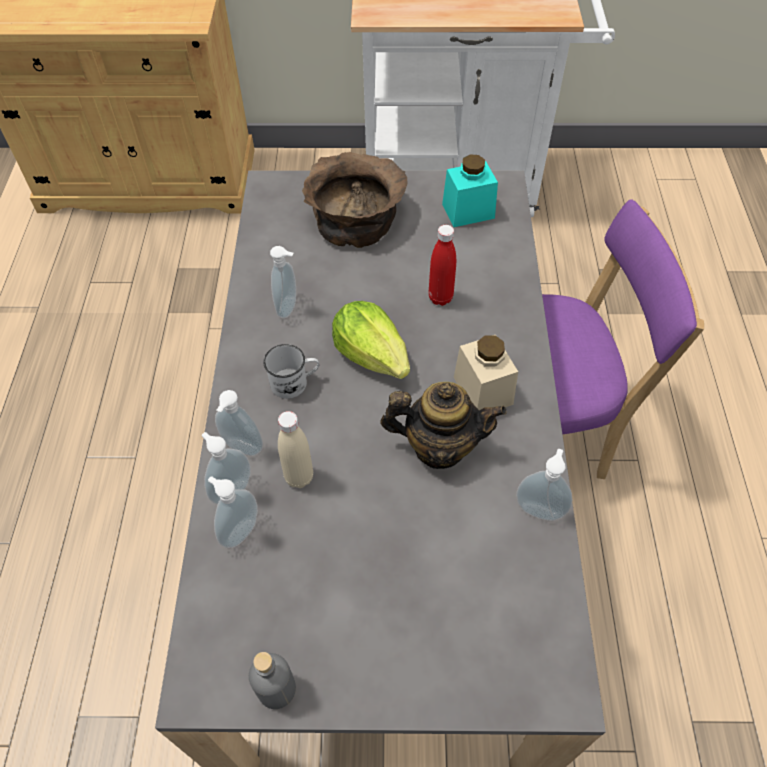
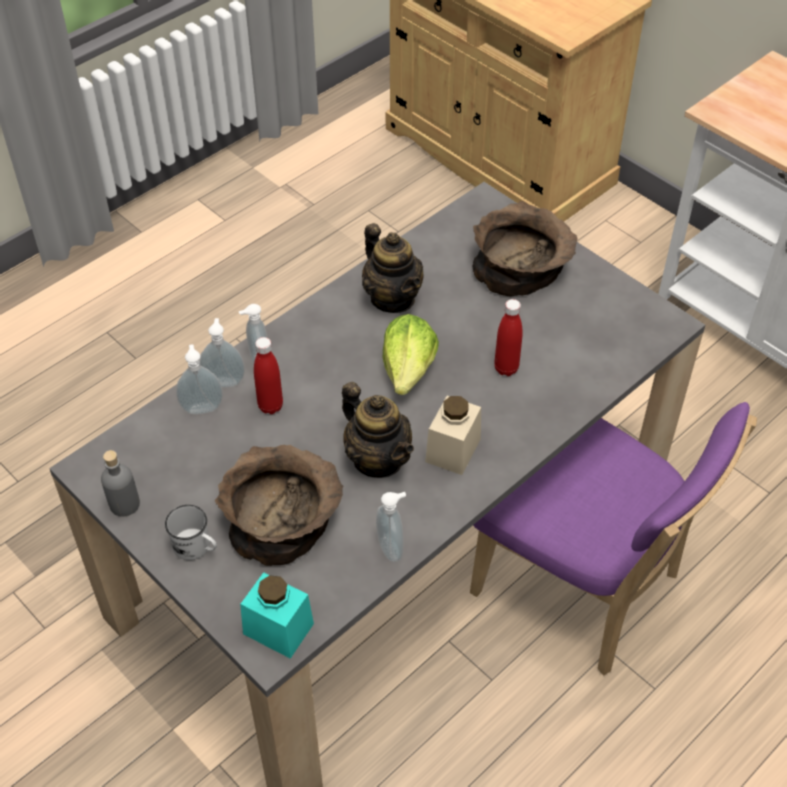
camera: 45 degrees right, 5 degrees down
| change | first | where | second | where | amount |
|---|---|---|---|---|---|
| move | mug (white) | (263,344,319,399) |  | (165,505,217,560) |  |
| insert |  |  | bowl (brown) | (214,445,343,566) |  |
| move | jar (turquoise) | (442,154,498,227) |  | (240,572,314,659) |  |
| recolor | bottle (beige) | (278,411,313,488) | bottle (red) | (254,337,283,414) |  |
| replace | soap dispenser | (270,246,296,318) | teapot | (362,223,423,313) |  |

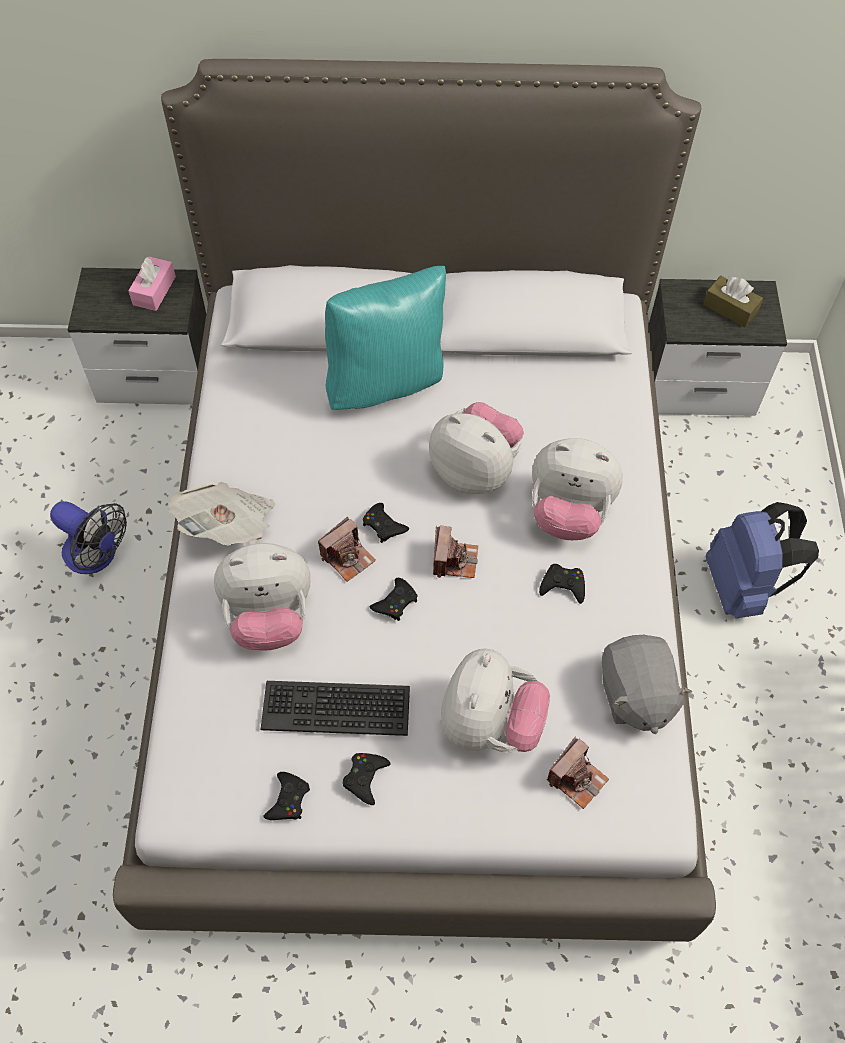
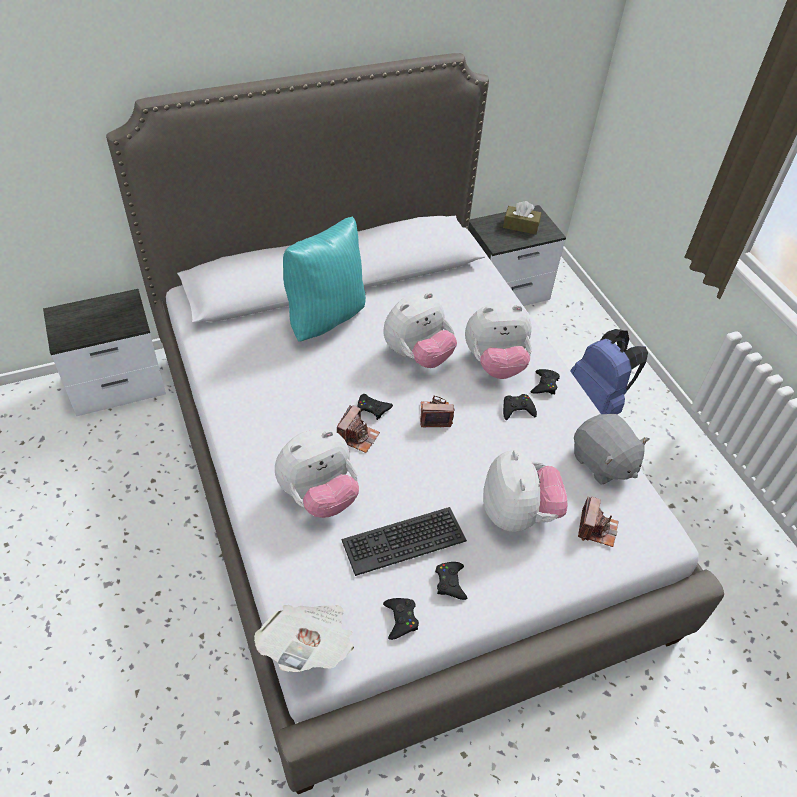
camera: 25 degrees left, 10 degrees down
| change | first | where | second | where | amount |
|---|---|---|---|---|---|
| move | newspaper | (168,482,275,545) |  | (254,605,354,672) |  |
| rotate | plush toy | (429,402,524,494) |  | (384,292,457,368) | 135 degrees clockwise |
| rotate | photo camera | (433,525,478,578) |  | (420,396,455,427) | 75 degrees counterclockwise |
| move | game controller (black) | (369,578,417,621) |  | (531,369,560,394) |  |
| delete | fan | (50,501,127,574) |  |  |  |
| delete | tissue box (pink) | (128,256,176,311) |  |  |  |

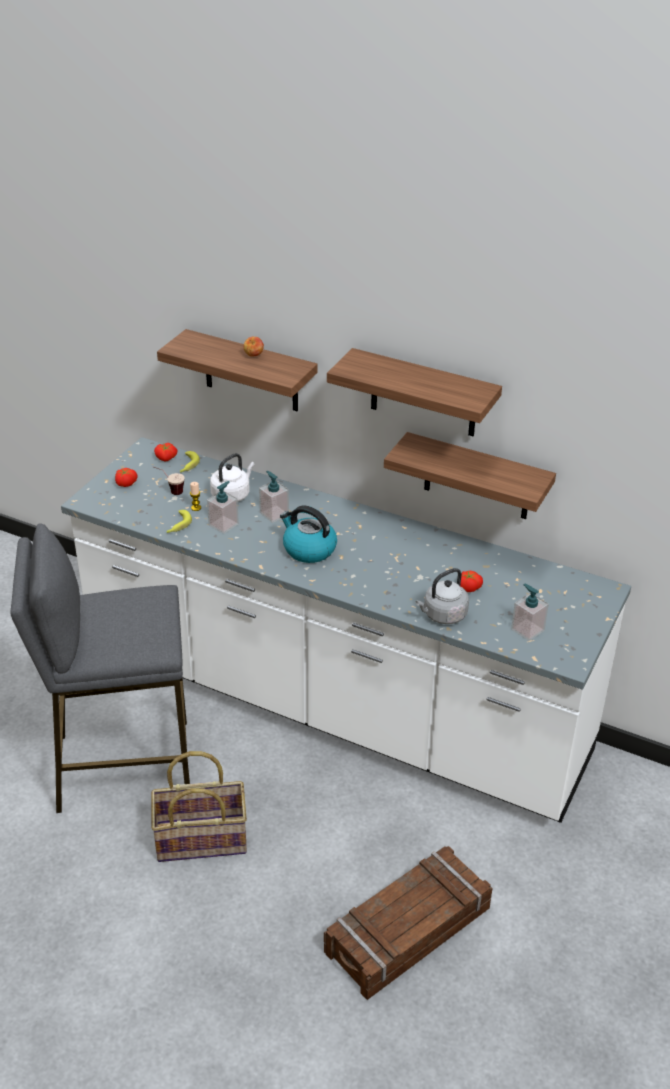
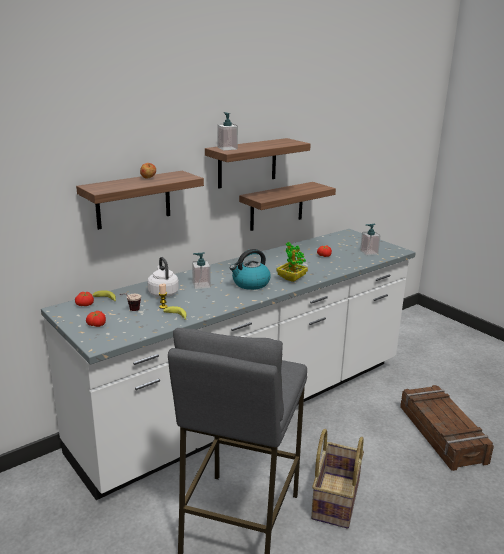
camera: 65 degrees left, 15 degrees down
| change | first | where | second | where | amount |
|---|---|---|---|---|---|
| move | soap dispenser | (207,481,239,534) |  | (217,112,238,150) |  |
| insert |  |  | potted plant | (277,242,308,282) |  |
| delete | kettle (grey) | (415,568,469,624) |  |  |  |

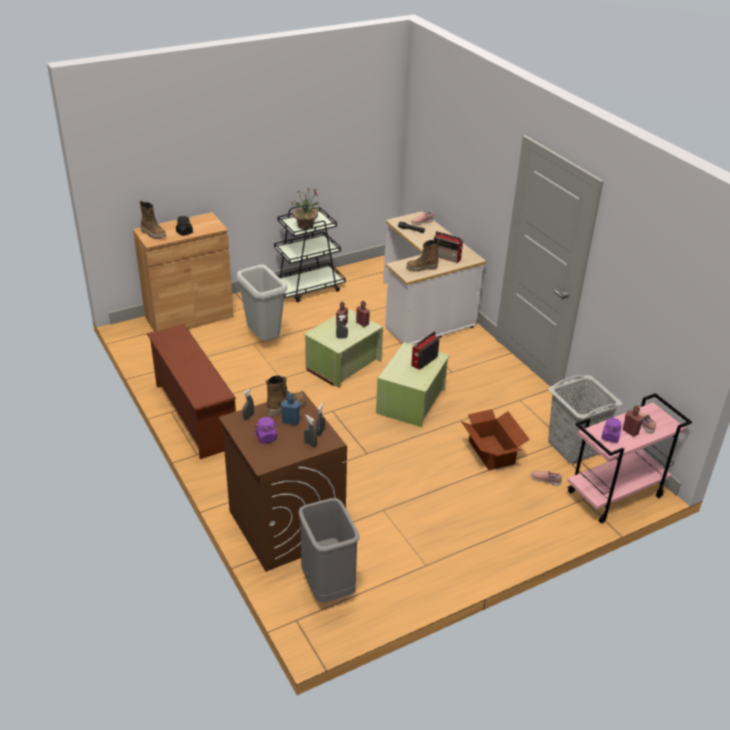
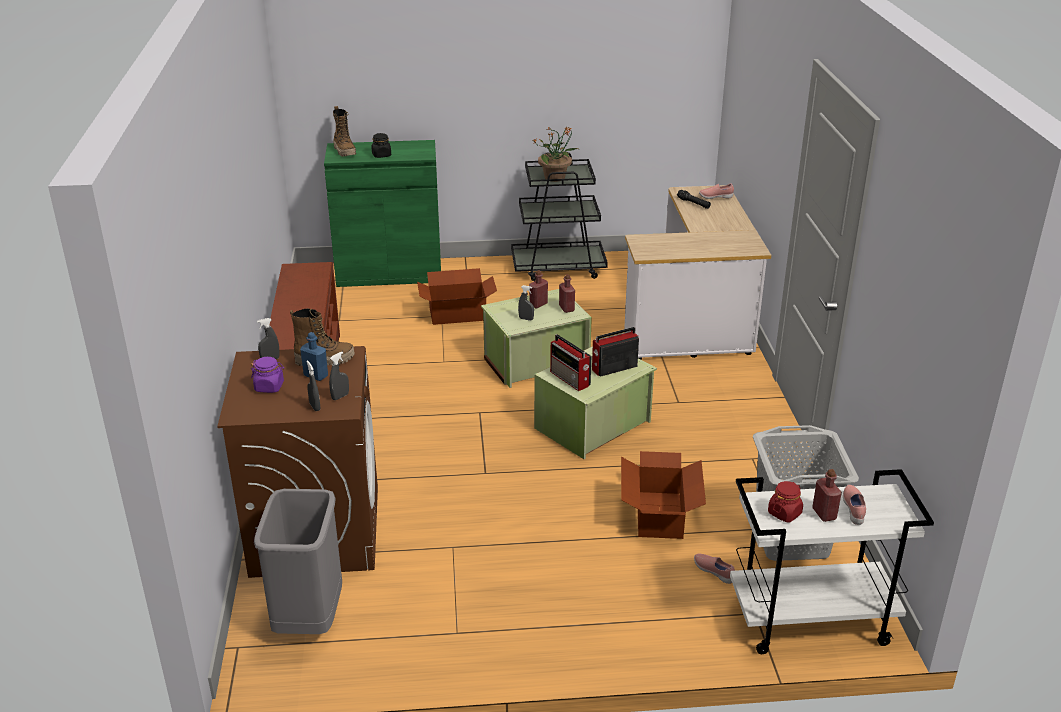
camera: 25 degrees right, 5 degrees down
| change | first | where | second | where | amount |
|---|---|---|---|---|---|
| recolor | cabinet (brown) | (133,212,234,332) | cabinet (green) | (324,140,441,287) |  |
| replace | trash can (grey) | (236,265,287,341) | cardboard box | (417,268,497,325) |  |
| move | radio | (434,231,463,263) |  | (550,334,591,391) |  |
| recolor | cart (pink) | (567,393,692,523) | cart (white) | (730,469,934,654) |  |
| recolor | jar (purple) | (601,418,621,443) | jar (red) | (768,481,803,522) |  |
| delete | boot | (406,239,440,272) |  |  |  |

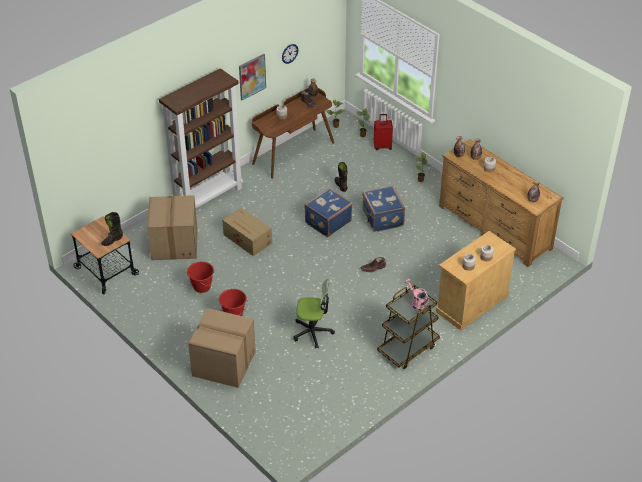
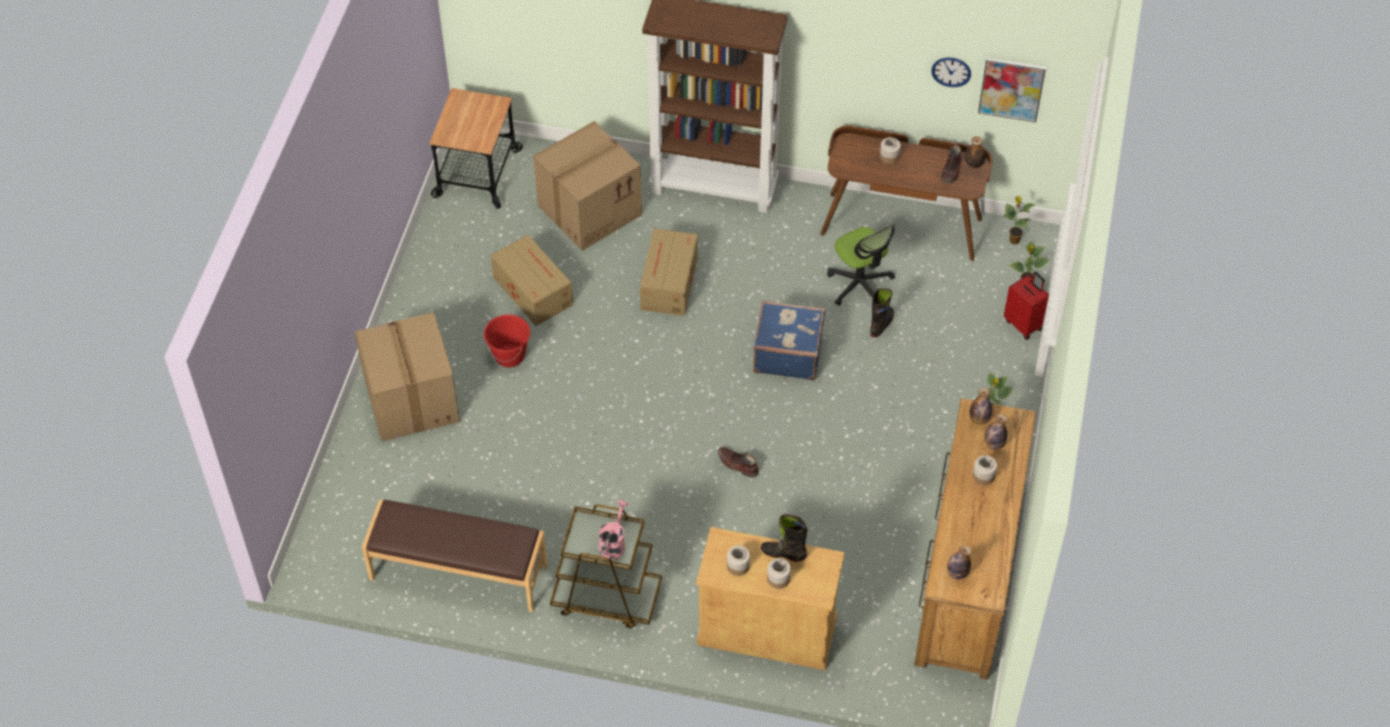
camera: 55 degrees right, 10 degrees up
| change | first | where | second | where | amount |
|---|---|---|---|---|---|
| insert |  |  | bench (brown) | (362,500,547,612) |  |
| replace | bucket (red) | (187,262,214,293) | cardboard box | (491,235,573,326) |  |
| move | boot (black) | (101,212,123,246) |  | (761,514,808,562) |  |
| move | office chair | (294,279,335,348) |  | (827,223,895,306) |  |
| move | picture | (239,54,266,100) |  | (978,58,1046,122) |  |
| delete | suitcase (blue) | (363,186,405,232) |  |  |  |

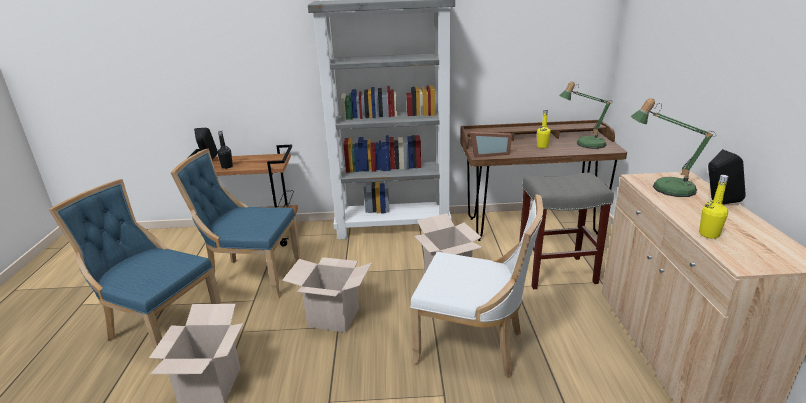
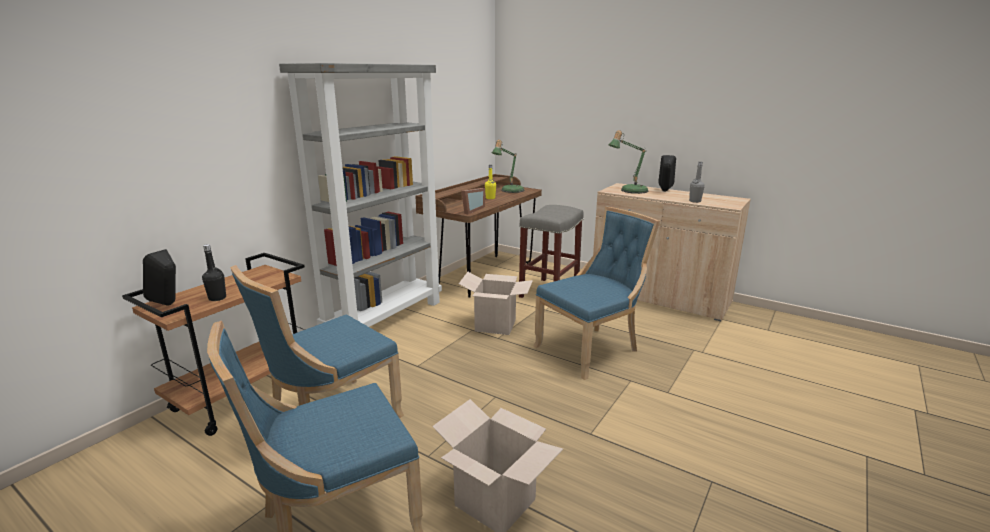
camera: 55 degrees left, 5 degrees down
| change | first | where | second | where | amount |
|---|---|---|---|---|---|
| recolor | chair (white) | (410,194,543,379) | chair (blue) | (534,207,660,380) |  |
| recolor | bottle (yellow) | (699,175,728,239) | bottle (grey) | (689,162,705,203) |  |
| delete | cardboard box | (282,257,372,332) |  |  |  |

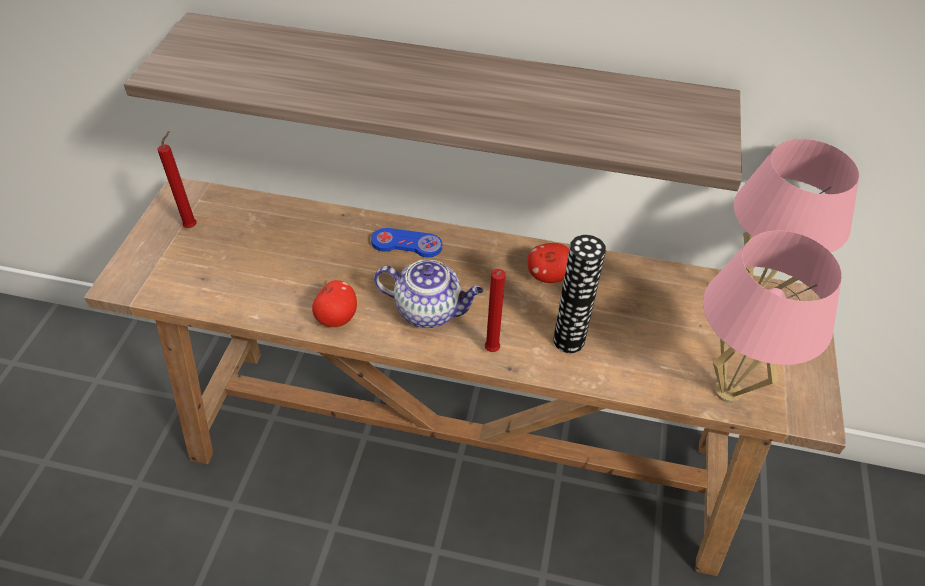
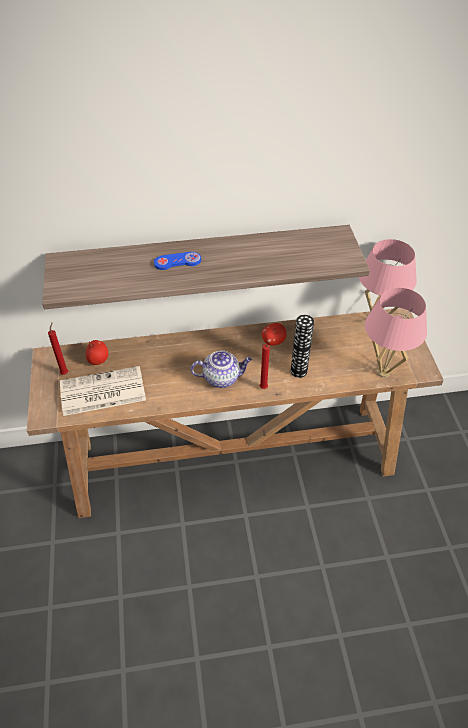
camera: 20 degrees left, 0 degrees up
| change | first | where | second | where | amount |
|---|---|---|---|---|---|
| insert |  |  | newspaper | (60,366,146,416) |  |
| move | apple | (312,280,357,327) |  | (85,340,108,365) |  |
| move | game controller (blue) | (371,228,442,257) |  | (154,252,201,270) |  |

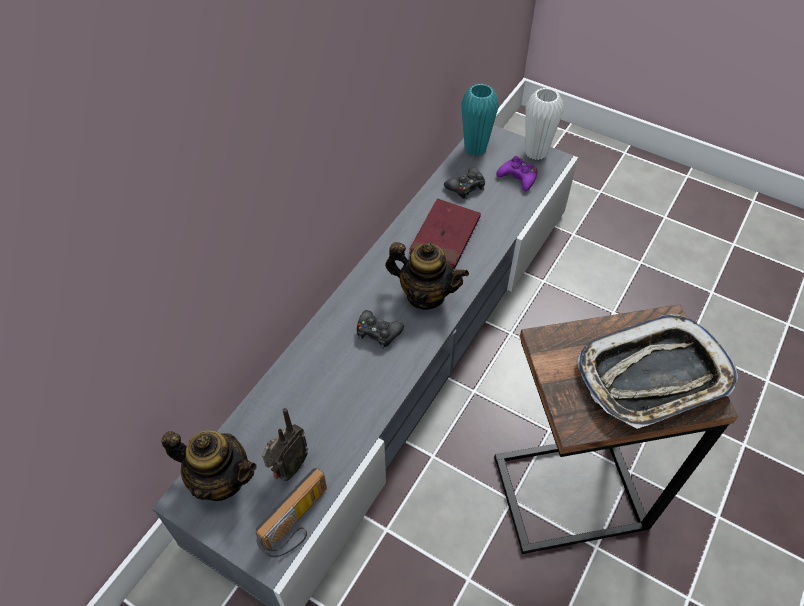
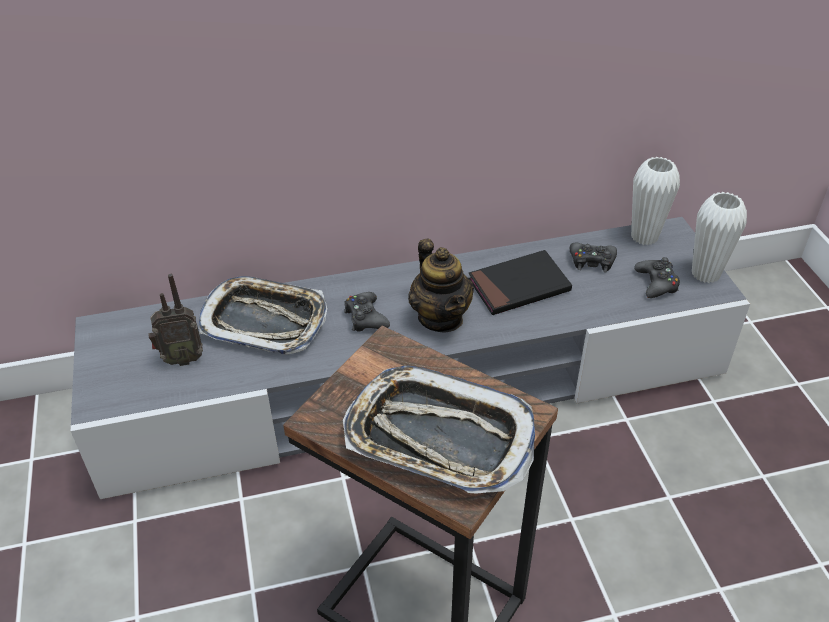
camera: 45 degrees right, 10 degrees down
| change | first | where | second | where | amount |
|---|---|---|---|---|---|
| insert |  |  | tray | (199,276,328,354) |  |
| recolor | book (red) | (409,199,481,269) | book (black) | (468,250,572,315) |  |
| recolor | vase (turquoise) | (461,84,499,156) | vase (white) | (631,157,680,245) |  |
| recolor | game controller (purple) | (496,156,538,191) | game controller (black) | (634,257,680,298) |  |
| delete | teapot | (161,431,257,501) |  |  |  |
| delete | radio | (256,468,327,557) |  |  |  |

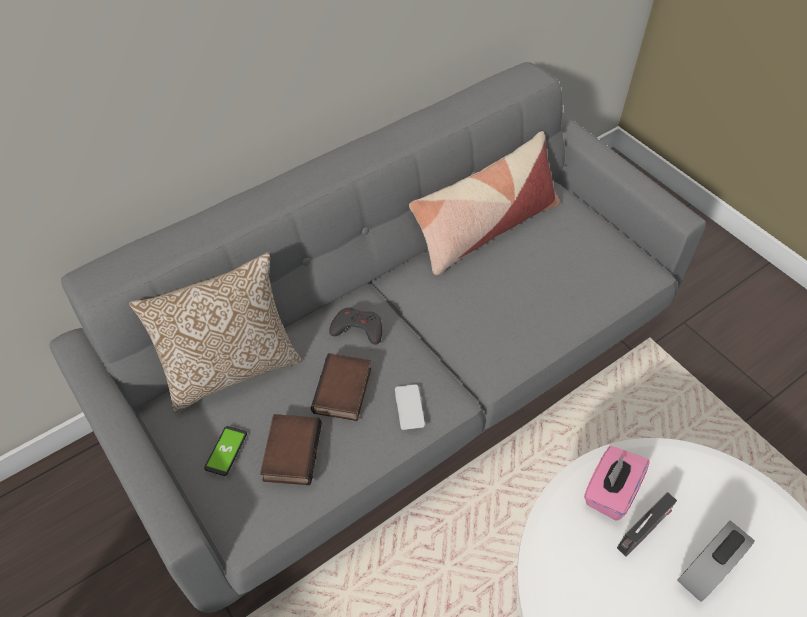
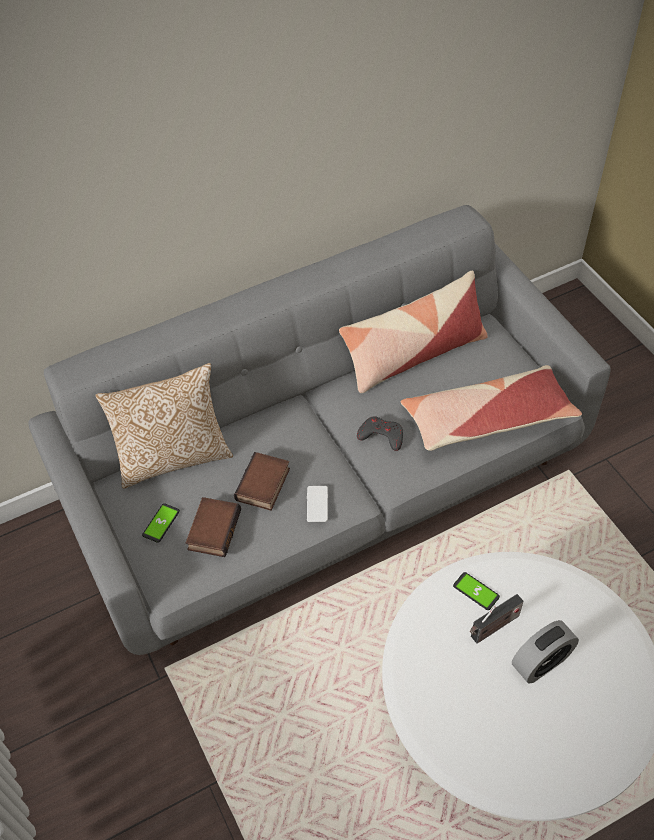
camera: 10 degrees right, 0 degrees up
| change | first | where | second | where | amount |
|---|---|---|---|---|---|
| move | game controller (grey) | (329,308,382,344) |  | (357,416,403,451) |  |
| insert |  |  | pillow | (401,365,582,451) |  |
| replace | tissue box (pink) | (584,446,650,520) | phone | (453,572,500,610) |  |

